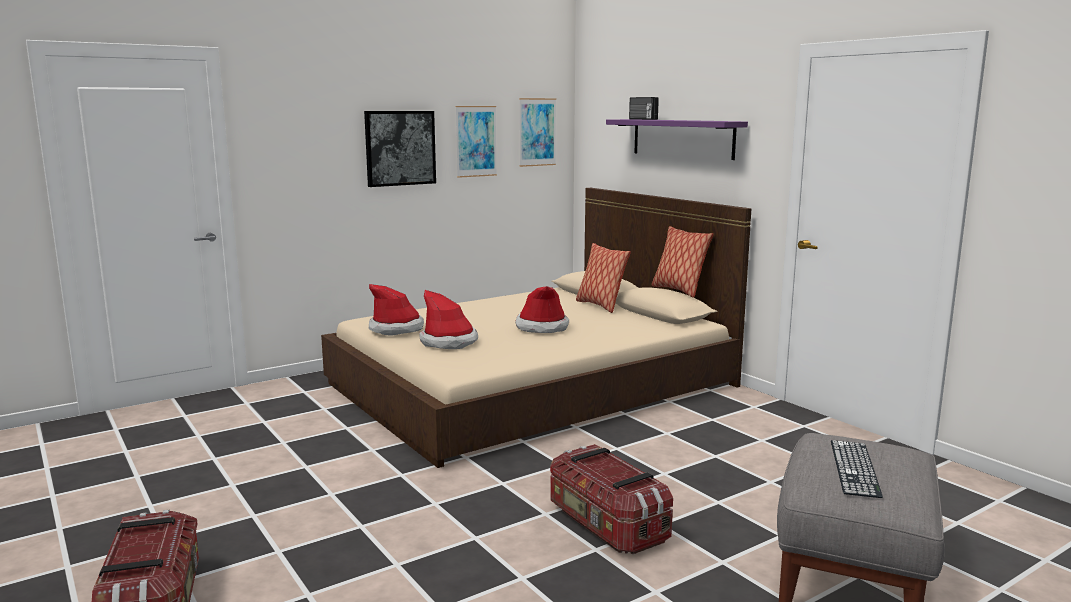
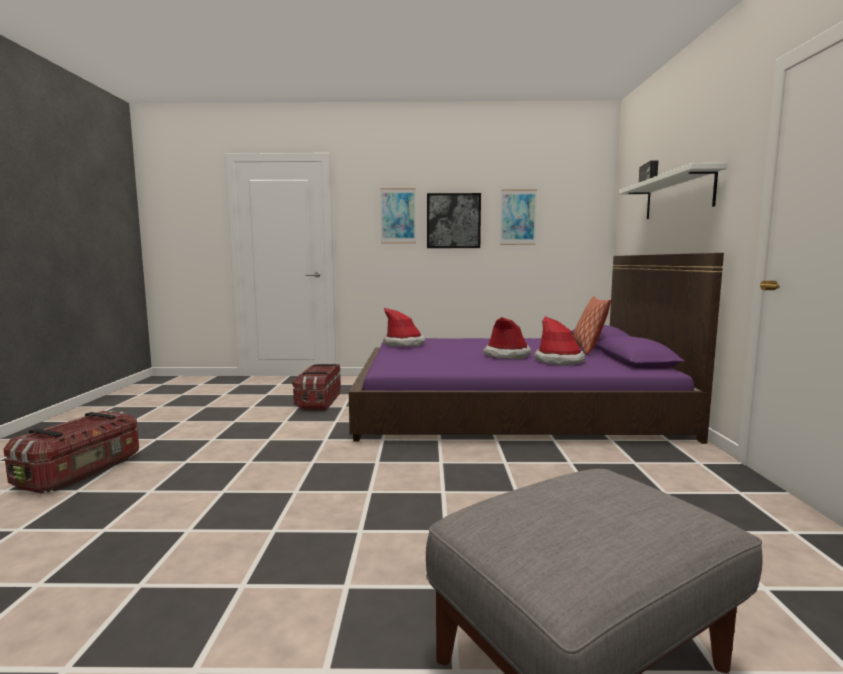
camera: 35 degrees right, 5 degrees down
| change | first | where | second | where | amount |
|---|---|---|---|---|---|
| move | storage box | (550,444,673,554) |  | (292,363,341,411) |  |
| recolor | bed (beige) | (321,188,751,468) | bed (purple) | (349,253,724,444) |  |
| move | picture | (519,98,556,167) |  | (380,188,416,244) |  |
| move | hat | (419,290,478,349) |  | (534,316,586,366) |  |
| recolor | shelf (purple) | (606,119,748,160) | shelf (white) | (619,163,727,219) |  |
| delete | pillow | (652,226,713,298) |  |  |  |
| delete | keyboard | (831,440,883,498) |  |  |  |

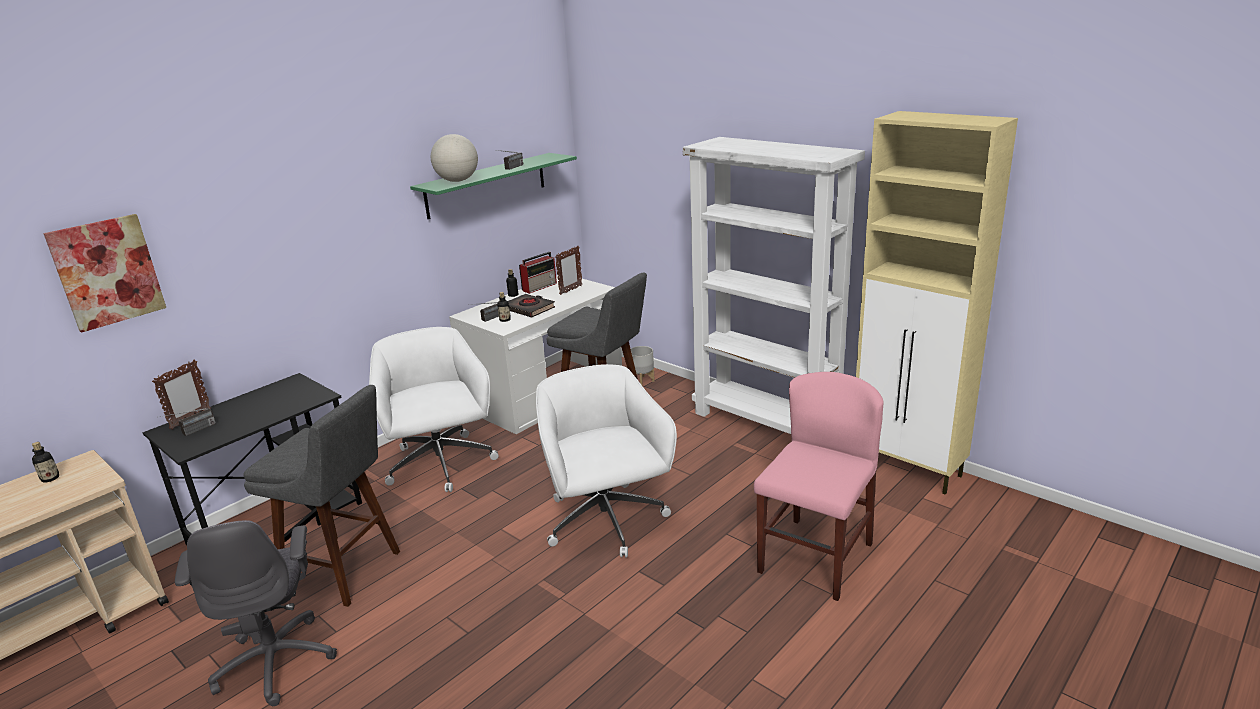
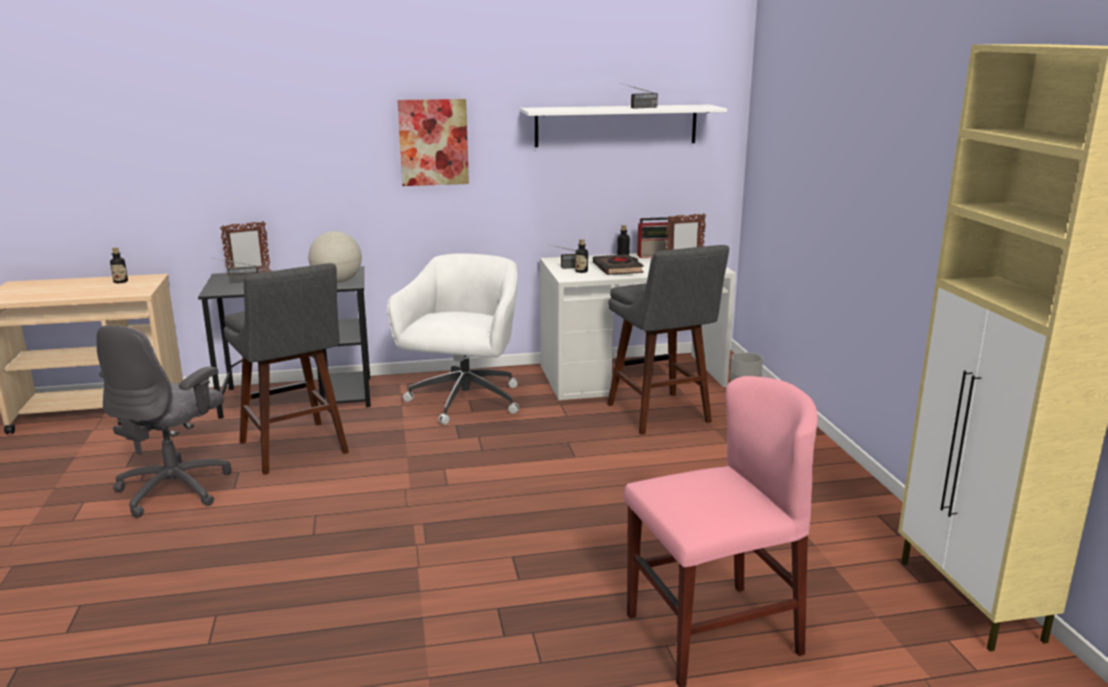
camera: 35 degrees right, 5 degrees down
| change | first | where | second | where | amount |
|---|---|---|---|---|---|
| move | globe | (431,134,478,182) |  | (308,231,362,283) |  |
| move | picture | (43,214,166,333) |  | (397,99,469,186) |  |
| recolor | shelf (green) | (410,153,577,219) | shelf (white) | (520,104,727,147) |  |
| delete | office chair (white) | (536,364,677,557) |  |  |  |
| delete | bookcase (white) | (683,137,865,434) |  |  |  |

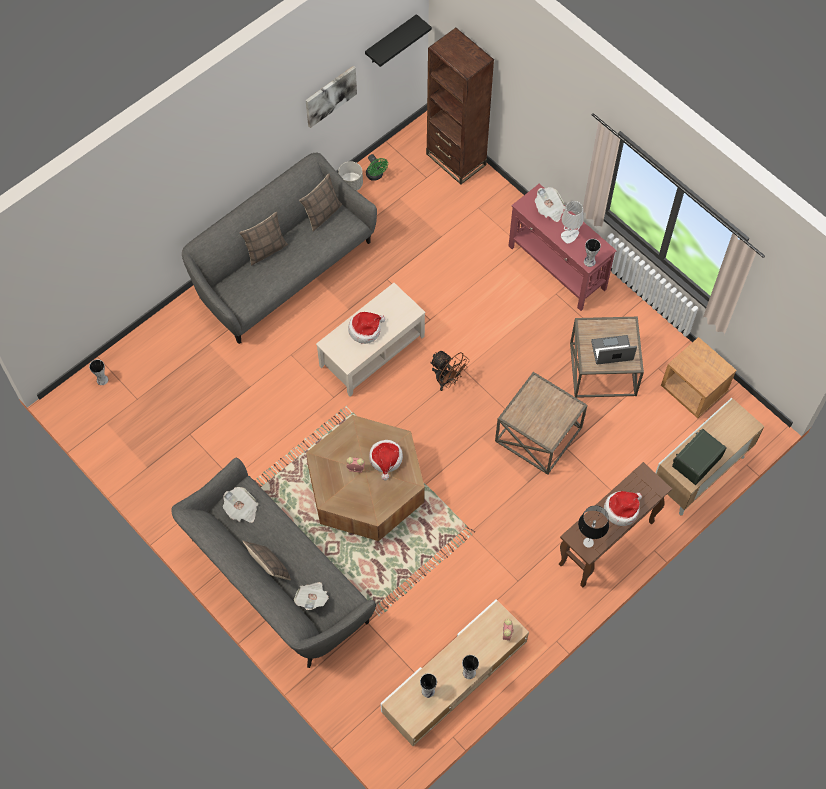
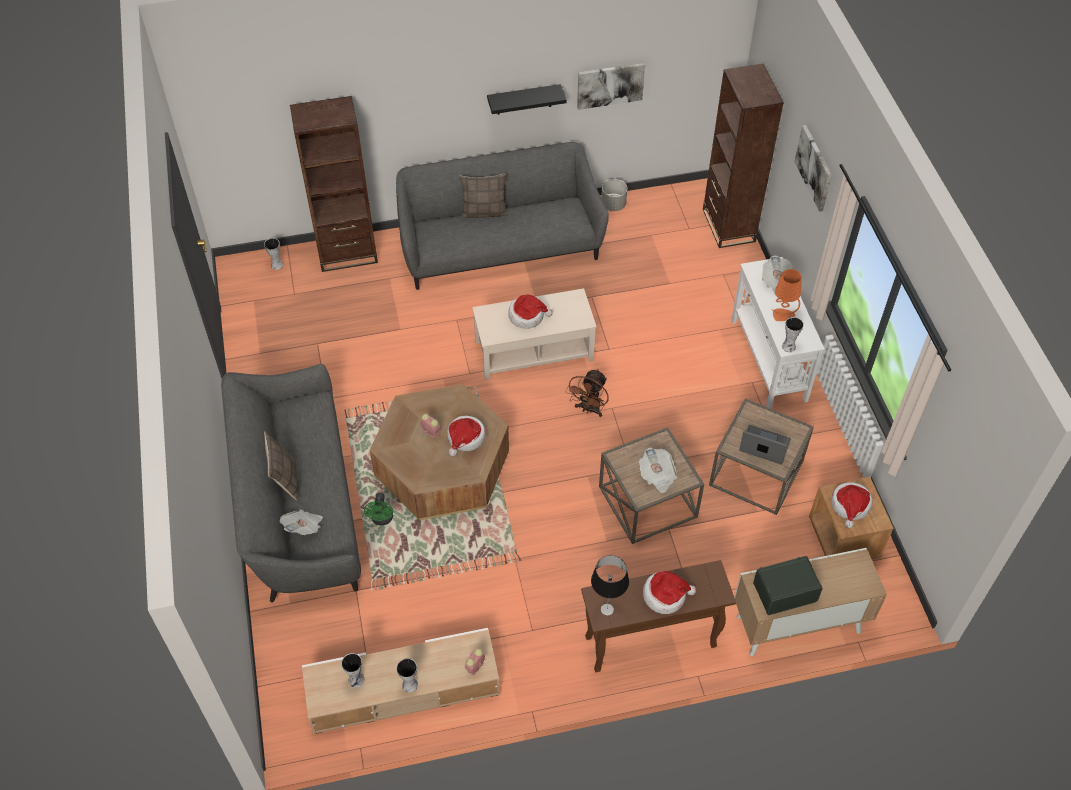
camera: 30 degrees right, 10 degrees down
| change | first | where | second | where | amount |
|---|---|---|---|---|---|
| insert |  |  | bookcase (brown) | (290,96,378,272) |  |
| move | fan (green) | (366,154,388,181) |  | (364,492,393,525) |  |
| move | shelf (black) | (365,14,432,67) |  | (487,84,567,115) |  |
| rotate | fan (brown) | (430,351,470,391) |  | (565,369,609,417) | 45 degrees clockwise |
| move | newspaper | (223,487,258,523) |  | (639,447,678,493) |  |
| recolor | console table (red) | (509,184,617,311) | console table (white) | (731,257,825,409) |  |
| recolor | table lamp (grey) | (561,201,584,244) | table lamp (orange) | (771,269,802,321) |  |
| insert |  |  | picture | (794,125,832,212) |  |
| insert |  |  | hat | (831,482,872,528) |  |
| delete | pillow | (299,173,342,231) |  |  |  |

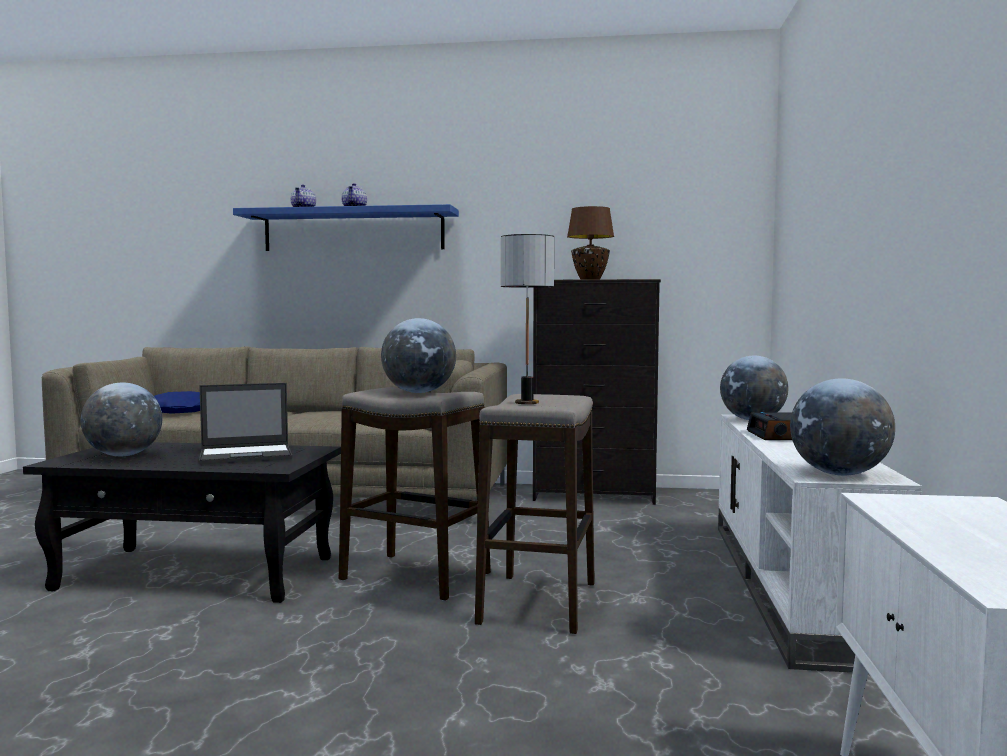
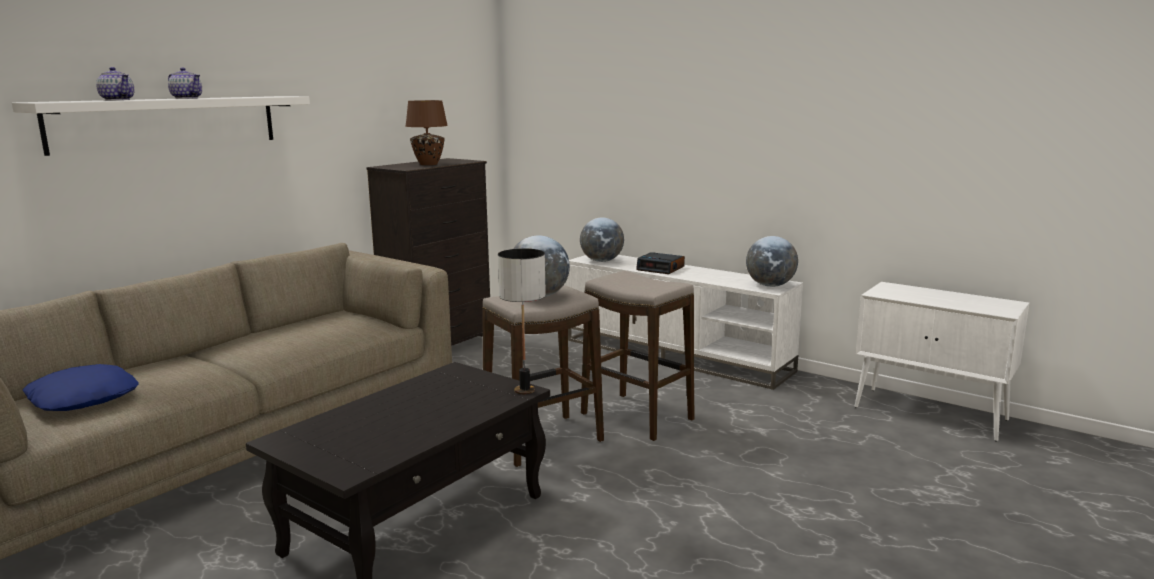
camera: 60 degrees left, 10 degrees up
| change | first | where | second | where | amount |
|---|---|---|---|---|---|
| recolor | shelf (blue) | (233,204,459,251) | shelf (white) | (12,96,310,156) |  |
| move | table lamp | (501,234,554,404) |  | (498,249,546,394) |  |
| delete | globe | (81,383,162,456) |  |  |  |
| delete | laptop | (199,383,292,465) |  |  |  |

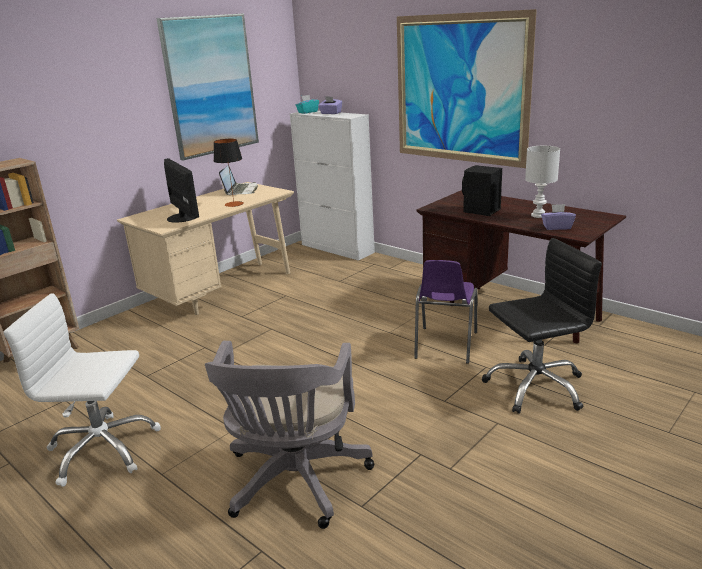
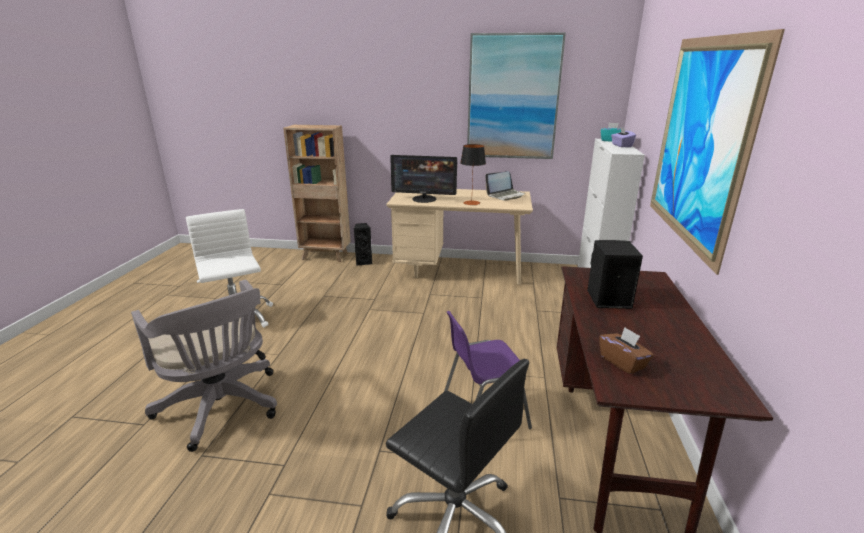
camera: 55 degrees right, 0 degrees up
| change | first | where | second | where | amount |
|---|---|---|---|---|---|
| rotate | office chair (grey) | (205,341,374,529) |  | (131,280,277,452) | 105 degrees counterclockwise |
| insert |  |  | speaker (black) | (354,223,372,266) |  |
| rotate | monitor | (164,158,199,223) |  | (390,155,457,203) | 75 degrees clockwise |
| recolor | tissue box (purple) | (541,204,576,230) | tissue box (brown) | (599,327,654,375) |  |
| delete | table lamp (white) | (525,146,560,218) |  |  |  |

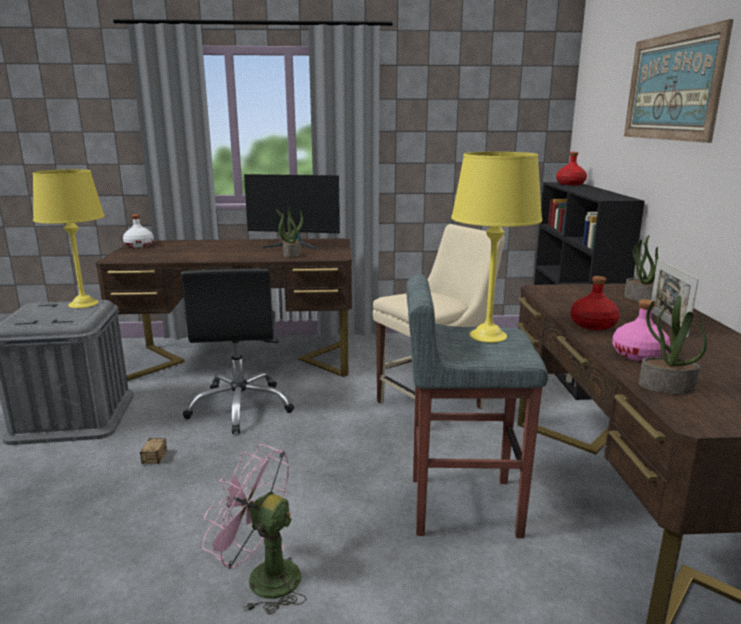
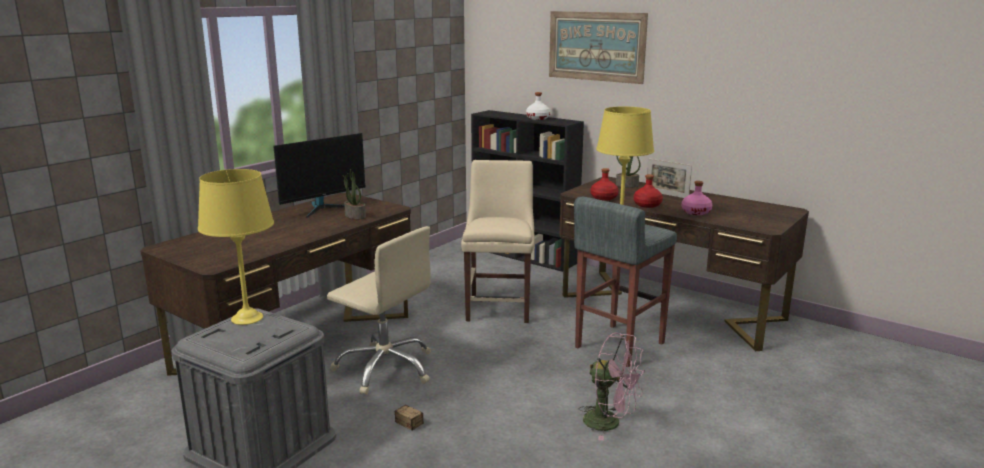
camera: 50 degrees left, 0 degrees up
| change | first | where | second | where | amount |
|---|---|---|---|---|---|
| recolor | office chair (black) | (181,268,294,434) | office chair (beige) | (327,226,431,395) |  |
| move | bottle (white) | (123,214,154,247) |  | (526,92,550,120) |  |
| rotate | fan (pink) | (202,444,306,615) |  | (579,332,645,441) | 120 degrees counterclockwise |
| move | bottle (red) | (556,152,587,185) |  | (591,168,619,201) |  |
| delete | potted plant | (639,295,707,395) |  |  |  |

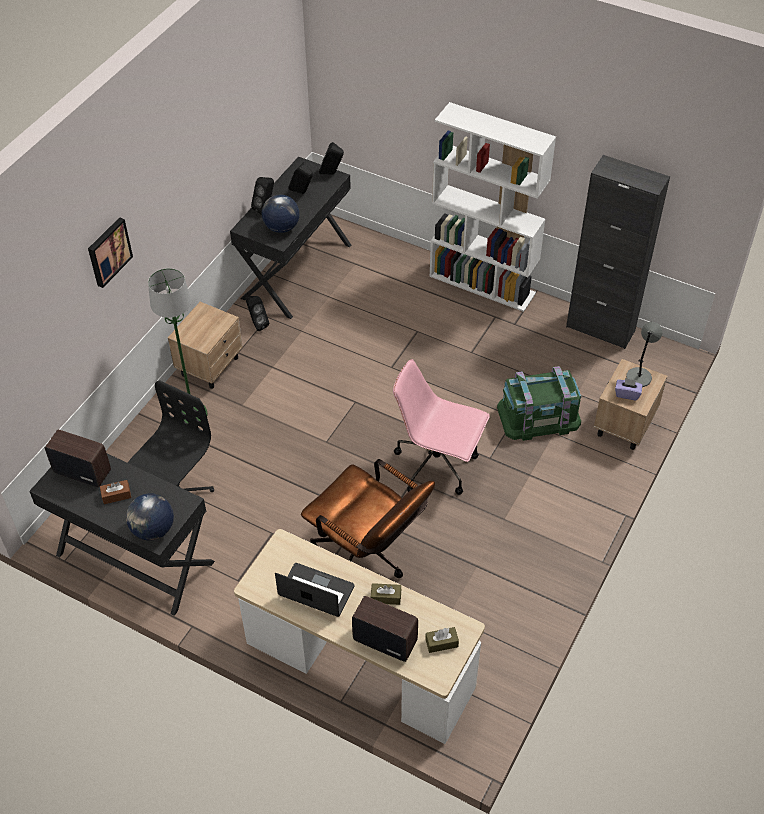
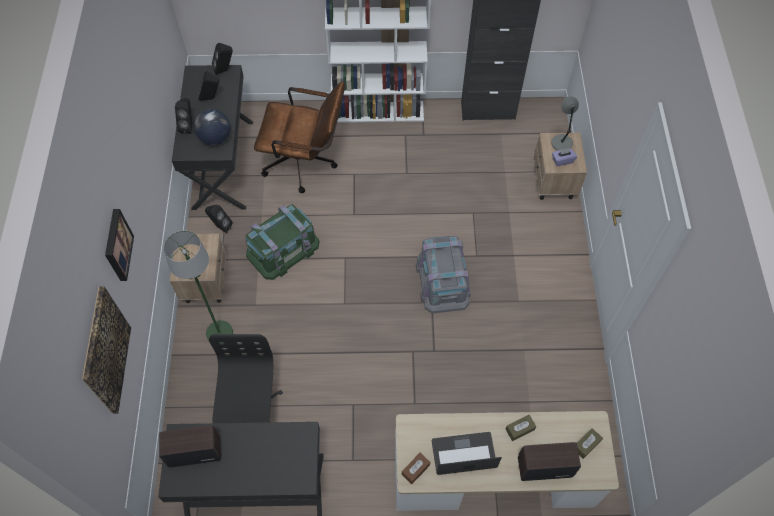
camera: 30 degrees left, 10 degrees up
| change | first | where | second | where | amount |
|---|---|---|---|---|---|
| insert |  |  | picture | (82,286,131,414) |  |
| move | storage box (green) | (497,366,581,441) |  | (245,204,319,280) |  |
| move | office chair (brown) | (301,459,435,578) |  | (254,81,345,193) |  |
| move | tissue box (brown) | (100,480,131,504) |  | (402,453,430,484) |  |
| replace | office chair (pink) | (393,359,490,495) | storage box (grey) | (416,236,471,313) |  |
| delete | globe | (126,493,174,540) |  |  |  |

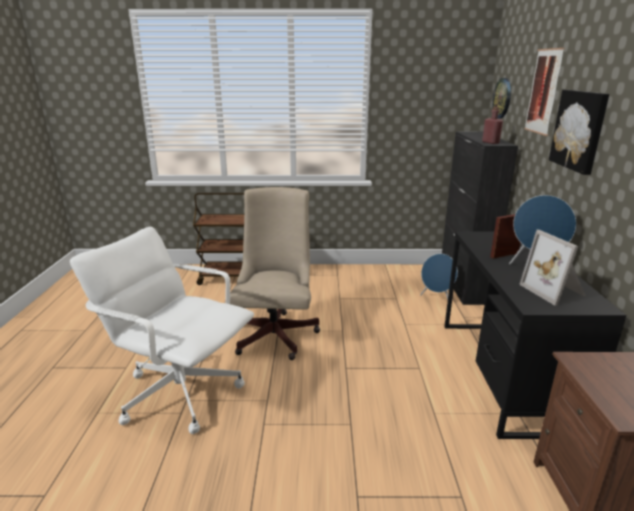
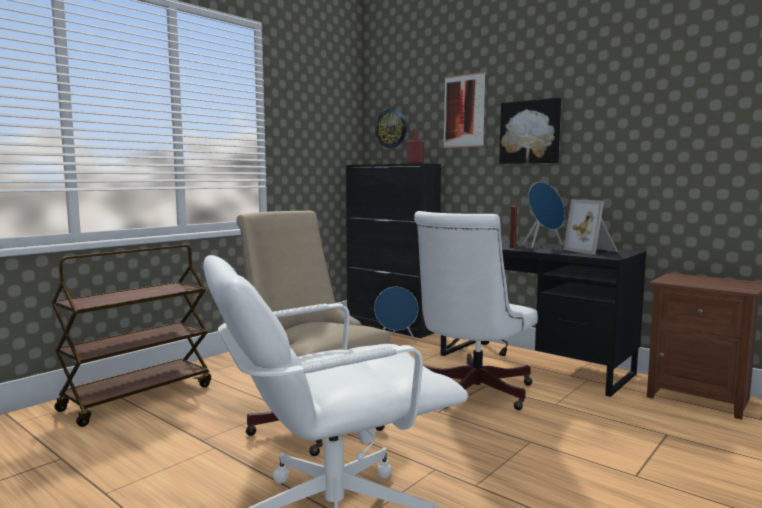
camera: 50 degrees left, 15 degrees down
| change | first | where | second | where | amount |
|---|---|---|---|---|---|
| insert |  |  | office chair (white) | (414,211,538,410) |  |
| rotate | picture frame | (519,230,585,306) |  | (563,199,618,255) | 45 degrees clockwise |

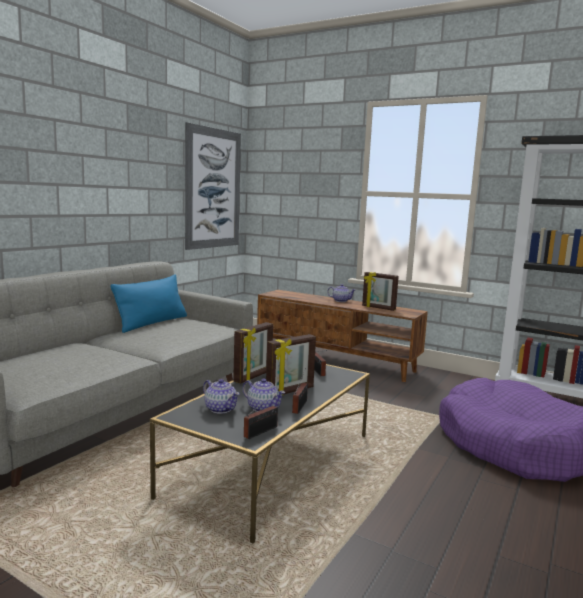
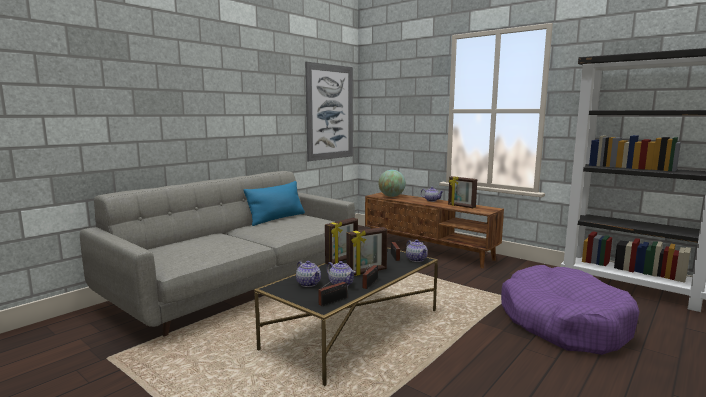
camera: 10 degrees right, 0 degrees up
| change | first | where | second | where | amount |
|---|---|---|---|---|---|
| insert |  |  | globe | (378,170,406,197) |  |
| insert |  |  | teapot | (406,240,428,262) |  |

